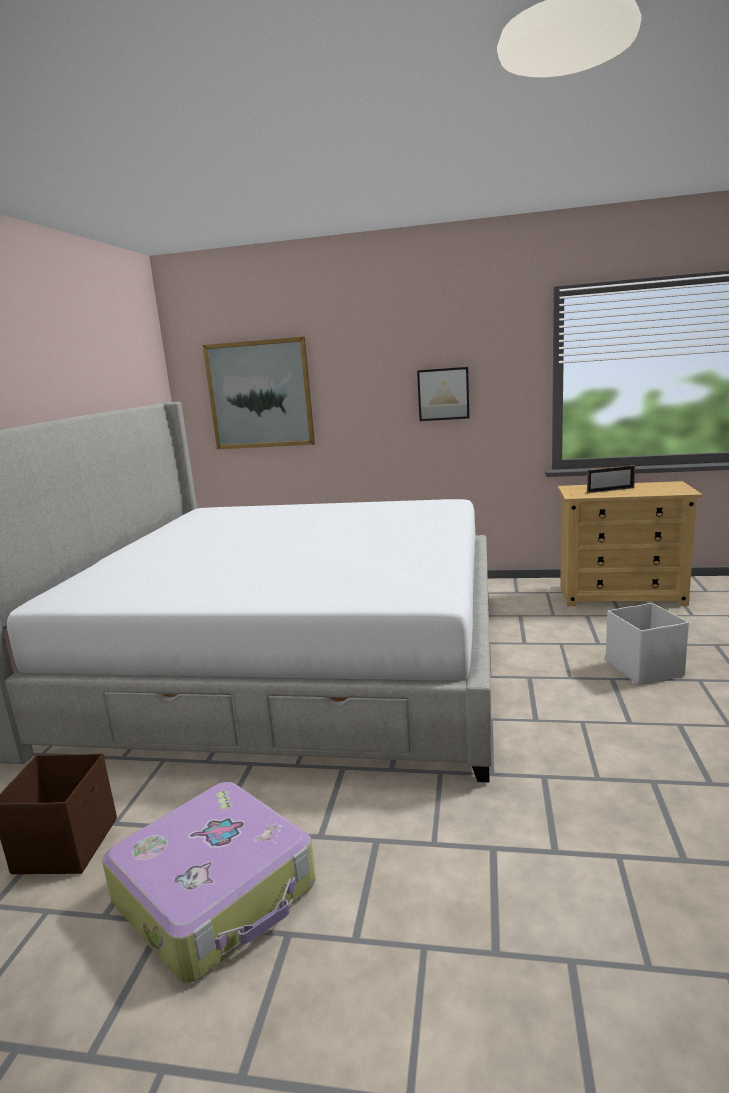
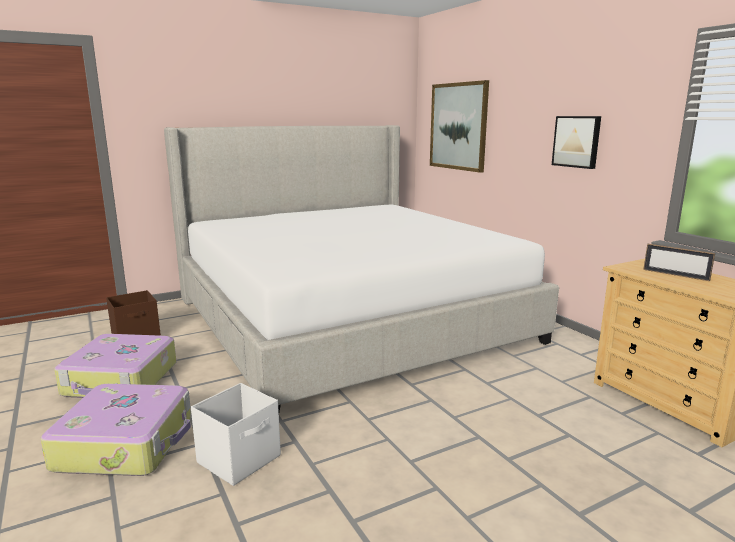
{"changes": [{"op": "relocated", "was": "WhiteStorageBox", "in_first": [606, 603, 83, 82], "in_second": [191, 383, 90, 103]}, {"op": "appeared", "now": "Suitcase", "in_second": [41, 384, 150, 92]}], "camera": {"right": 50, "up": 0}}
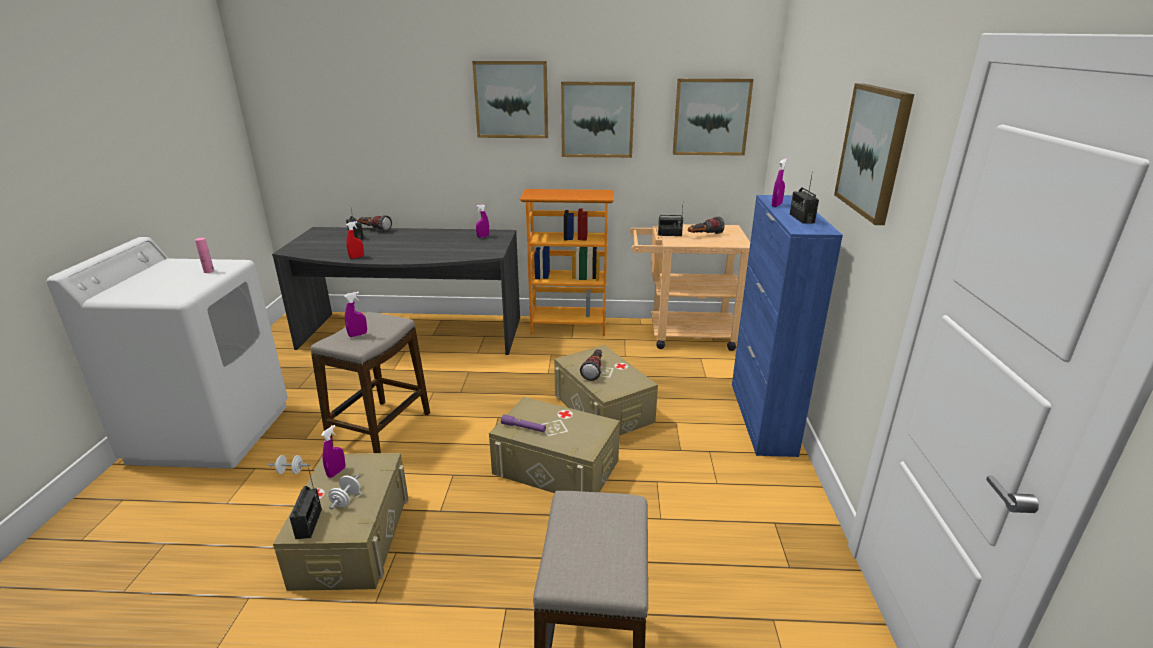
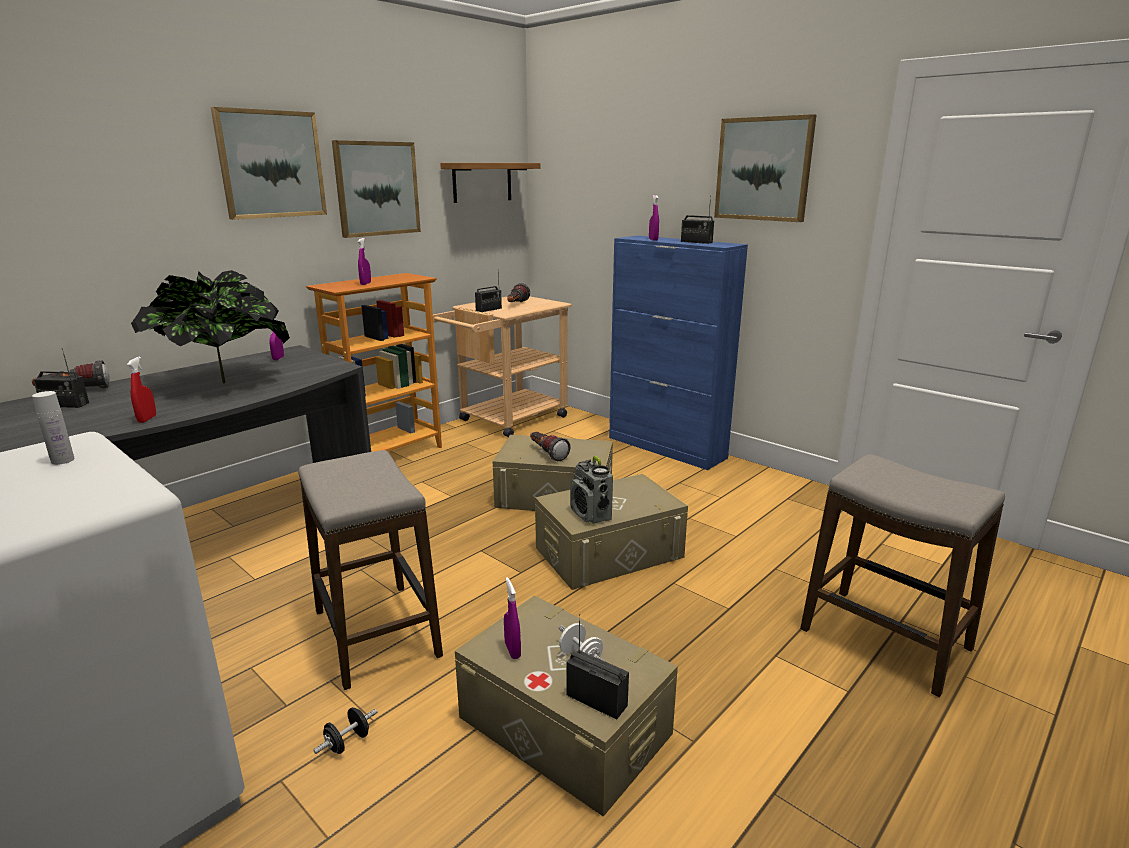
{"changes": [{"op": "colour", "was": "PinkBottle", "now": "WhiteBottle", "in_first": [195, 238, 19, 35], "in_second": [32, 391, 43, 74]}, {"op": "colour", "was": "WhiteDumbbell", "now": "BlackDumbbell", "in_first": [268, 455, 42, 19], "in_second": [313, 707, 64, 47]}, {"op": "relocated", "was": "PurpleSprayBottle", "in_first": [344, 292, 23, 45], "in_second": [358, 238, 13, 47]}, {"op": "exchanged", "was": "PurpleFlashlight", "now": "Radio", "in_first": [501, 414, 45, 18], "in_second": [570, 456, 43, 68]}, {"op": "exchanged", "was": "Picture", "now": "Shelf", "in_first": [673, 78, 81, 77], "in_second": [440, 163, 100, 40]}, {"op": "appeared", "now": "PottedPlant", "in_second": [131, 270, 159, 114]}], "camera": {"right": -50, "up": -5}}
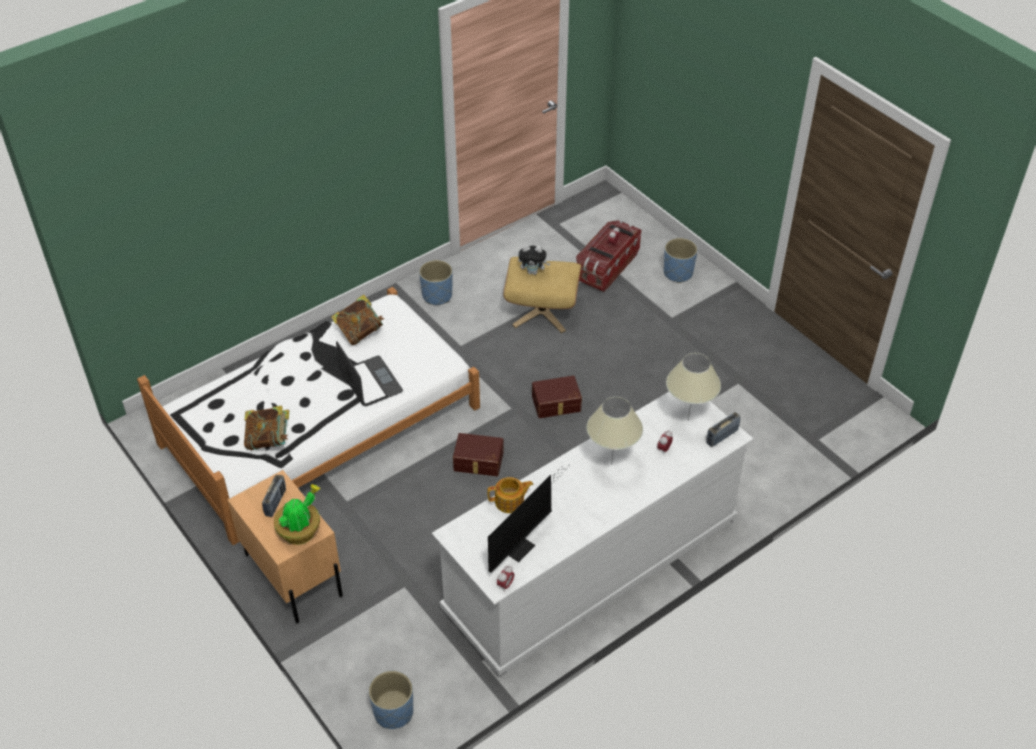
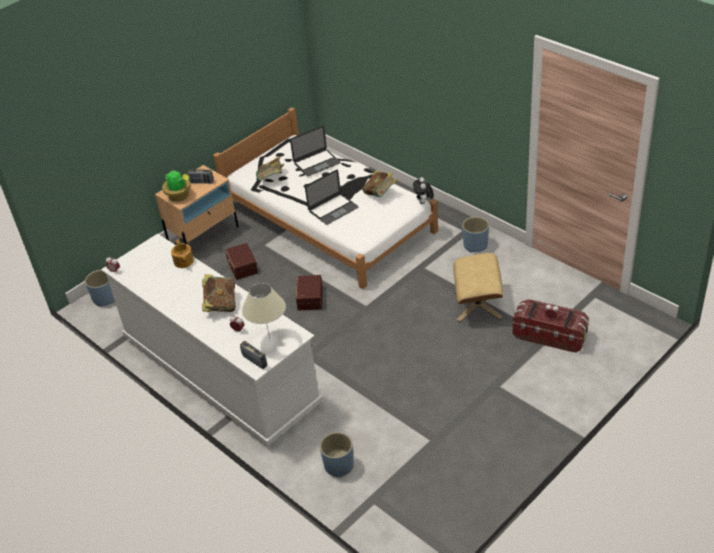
{"changes": [{"op": "missing", "was": "Monitor", "in_first": [488, 463, 83, 110]}, {"op": "relocated", "was": "PlushToy", "in_first": [518, 245, 32, 30], "in_second": [413, 177, 21, 27]}, {"op": "relocated", "was": "BrownStorageBox", "in_first": [532, 375, 50, 43], "in_second": [225, 243, 33, 37]}, {"op": "exchanged", "was": "BeigeTableLamp", "now": "Book", "in_first": [587, 397, 56, 63], "in_second": [202, 274, 34, 38]}, {"op": "relocated", "was": "BluePlanter", "in_first": [664, 238, 34, 45], "in_second": [320, 432, 34, 46]}, {"op": "appeared", "now": "Laptop", "in_second": [290, 126, 51, 50]}], "camera": {"right": 85, "up": -5}}
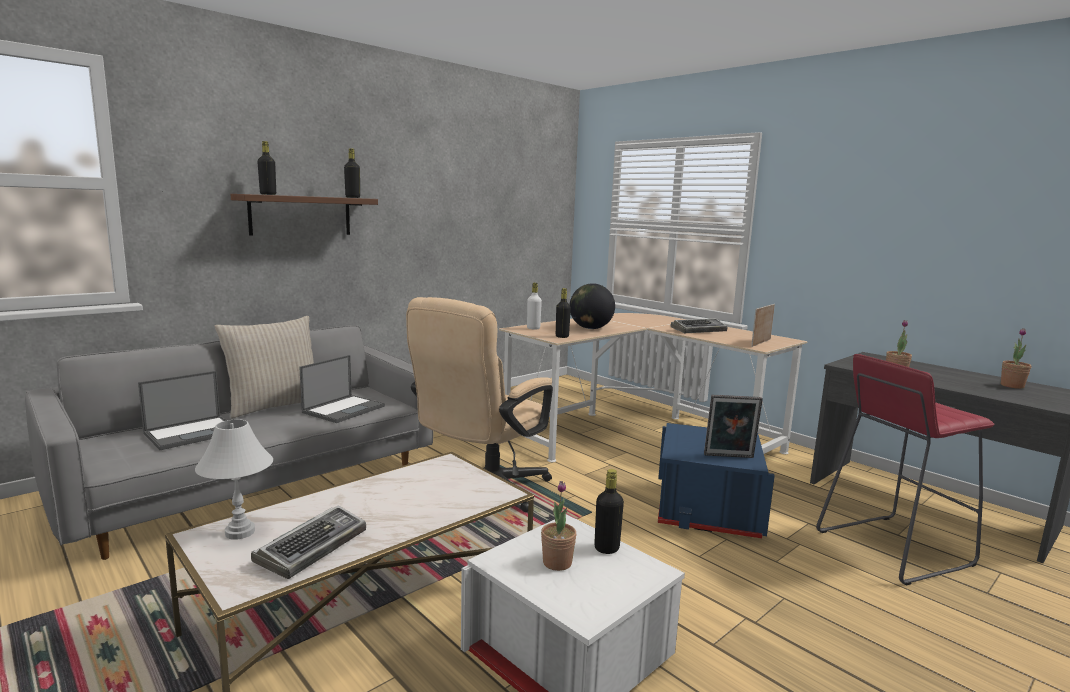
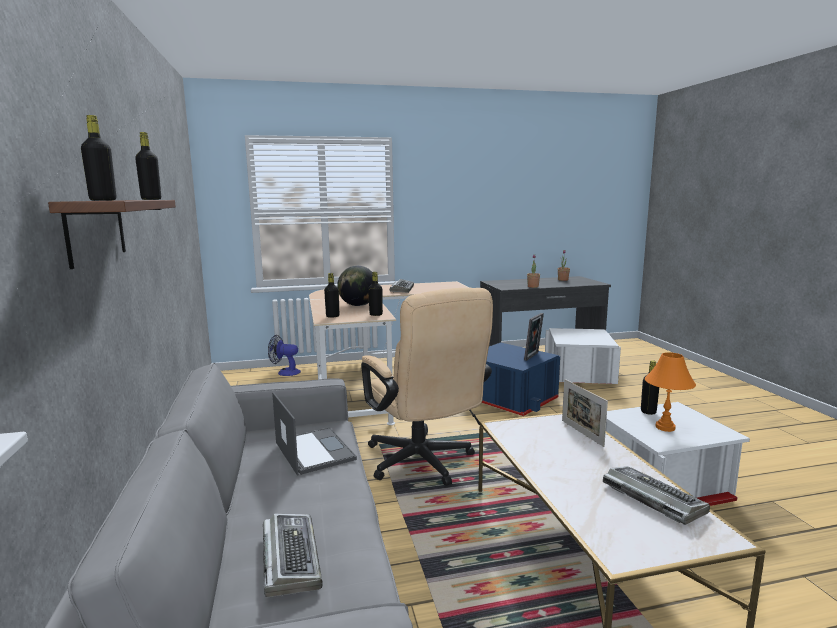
{"changes": [{"op": "exchanged", "was": "Laptop", "now": "Keyboard", "in_first": [138, 371, 89, 79], "in_second": [263, 514, 59, 83]}, {"op": "missing", "was": "WhiteTableLamp", "in_first": [195, 419, 78, 121]}, {"op": "missing", "was": "BeigePillow", "in_first": [214, 316, 100, 102]}, {"op": "colour", "was": "WhiteBottle", "now": "BlackBottle", "in_first": [527, 283, 15, 46], "in_second": [324, 273, 15, 45]}, {"op": "exchanged", "was": "PottedPlant", "now": "OrangeTableLamp", "in_first": [541, 481, 36, 90], "in_second": [645, 352, 51, 80]}, {"op": "relocated", "was": "PictureFrame", "in_first": [751, 304, 24, 43], "in_second": [562, 379, 46, 68]}, {"op": "exchanged", "was": "RedStool", "now": "WhiteStorageBox", "in_first": [816, 354, 178, 232], "in_second": [545, 328, 76, 56]}, {"op": "appeared", "now": "Fan", "in_second": [268, 335, 33, 41]}], "camera": {"right": -60, "up": 0}}
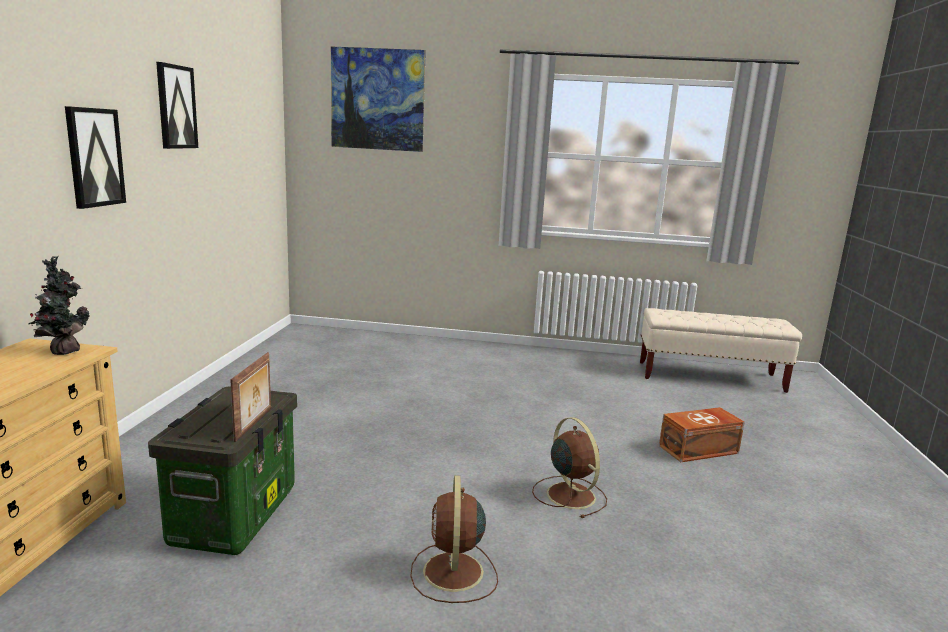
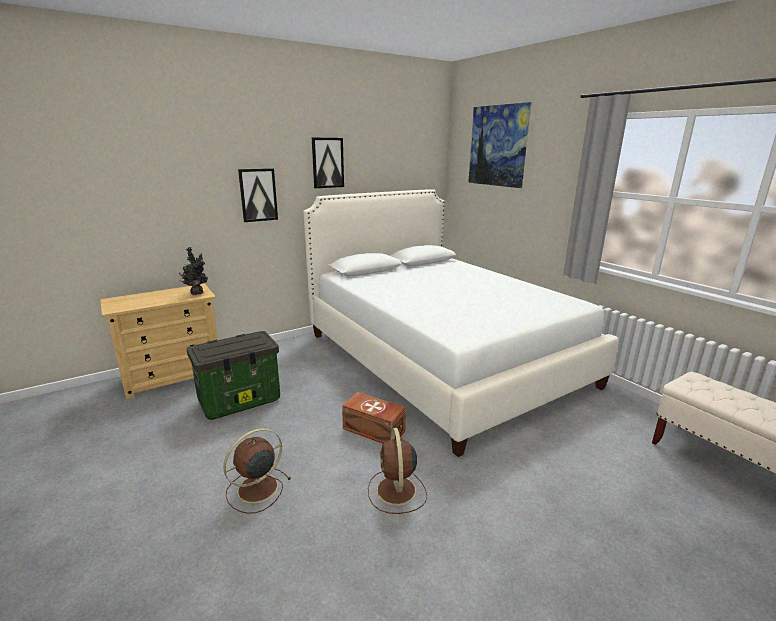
{"changes": [{"op": "missing", "was": "PictureFrame", "in_first": [230, 352, 41, 90]}, {"op": "spun", "was": "BrownFan", "in_first": [532, 417, 75, 101], "in_second": [368, 428, 59, 86], "clockwise": 150}, {"op": "relocated", "was": "BrownStorageBox", "in_first": [659, 407, 86, 55], "in_second": [342, 392, 64, 52]}, {"op": "appeared", "now": "WhiteBed", "in_second": [303, 189, 316, 268]}], "camera": {"right": 50, "up": 5}}
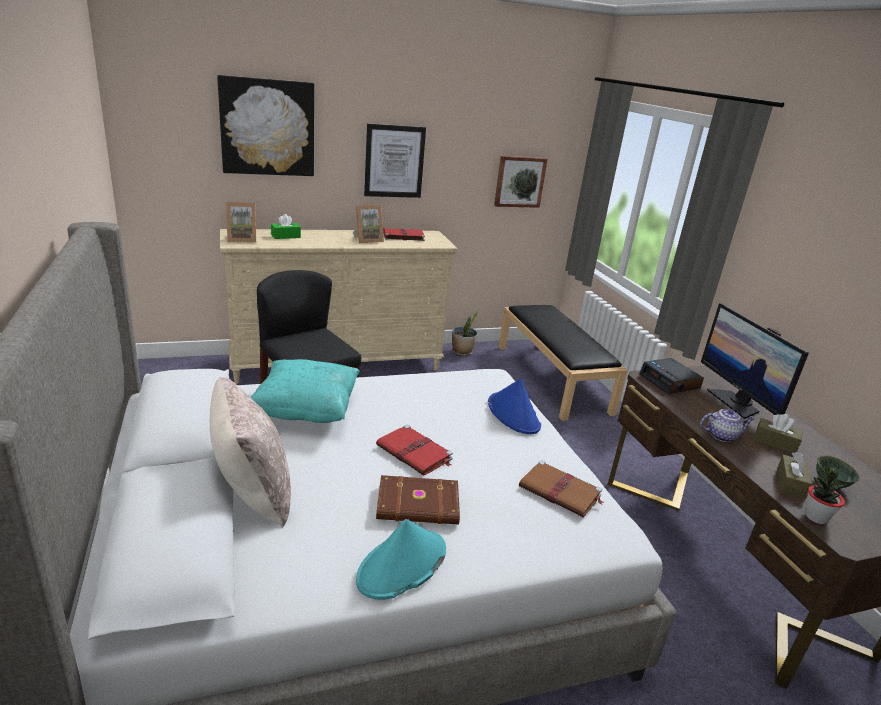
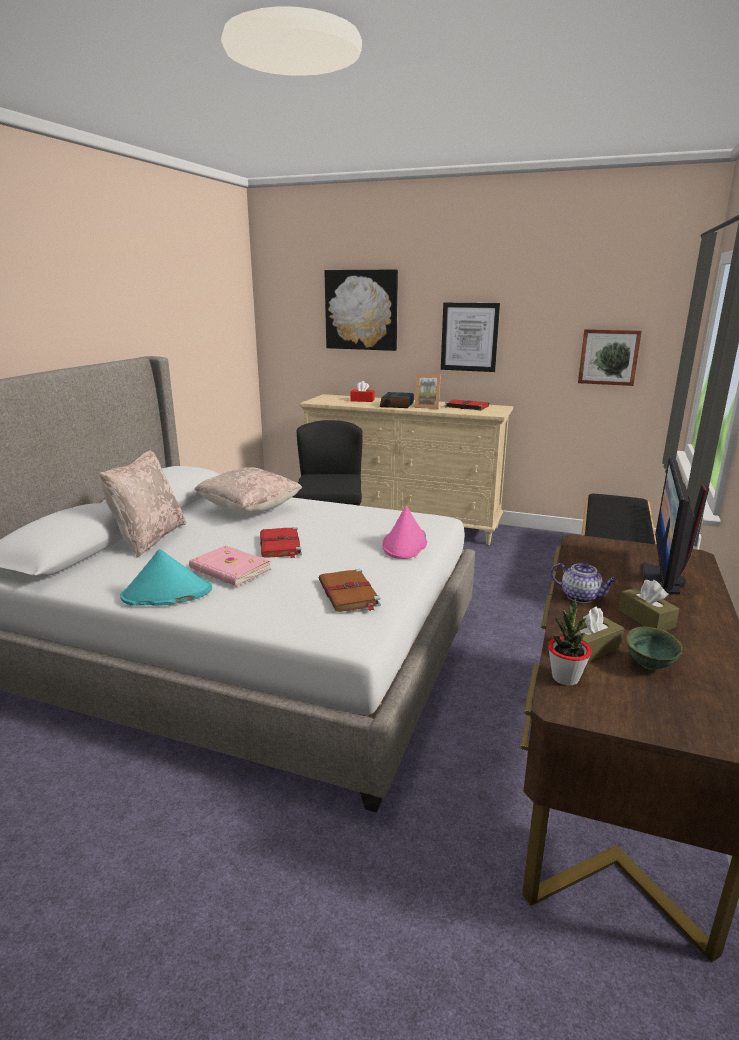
{"changes": [{"op": "missing", "was": "PictureFrame", "in_first": [226, 202, 30, 41]}, {"op": "colour", "was": "TurquoisePillow", "now": "BeigePillow", "in_first": [250, 359, 110, 64], "in_second": [194, 467, 108, 47]}, {"op": "colour", "was": "GreenTissueBox", "now": "RedTissueBox", "in_first": [271, 214, 30, 25], "in_second": [350, 381, 25, 21]}, {"op": "colour", "was": "BrownBook", "now": "PinkBook", "in_first": [376, 475, 84, 50], "in_second": [189, 545, 83, 41]}, {"op": "missing", "was": "PottedPlant", "in_first": [452, 310, 27, 46]}, {"op": "colour", "was": "BlueHat", "now": "PinkHat", "in_first": [488, 378, 53, 56], "in_second": [383, 506, 44, 53]}, {"op": "relocated", "was": "AlarmClock", "in_first": [639, 358, 65, 36], "in_second": [380, 392, 34, 16]}], "camera": {"right": 40, "up": -5}}
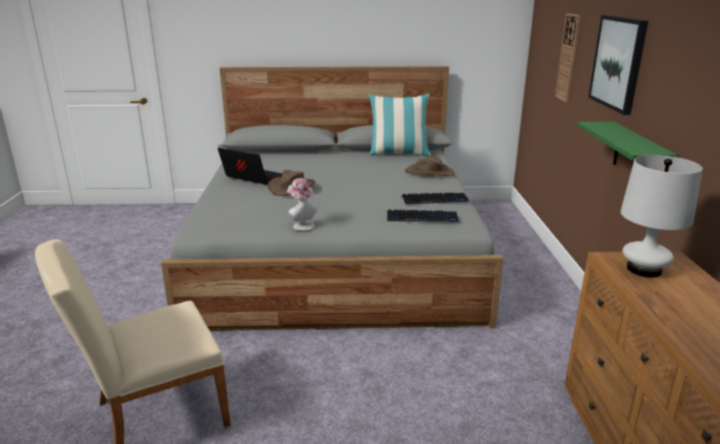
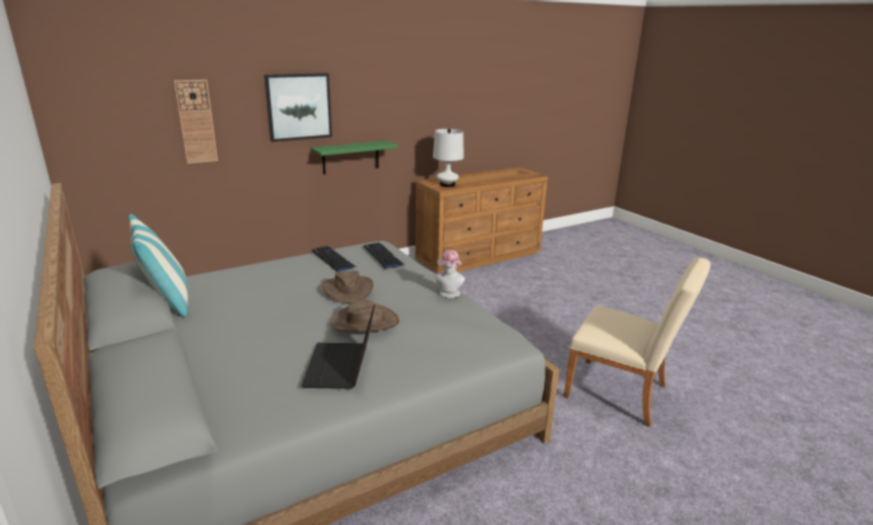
{"changes": [{"op": "relocated", "was": "BrownHat", "in_first": [405, 156, 49, 20], "in_second": [322, 271, 51, 32]}], "camera": {"right": -120, "up": 0}}
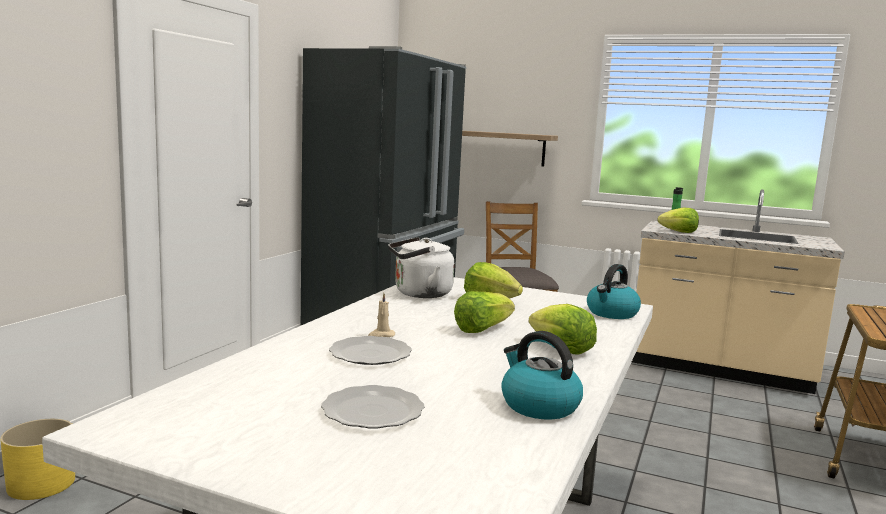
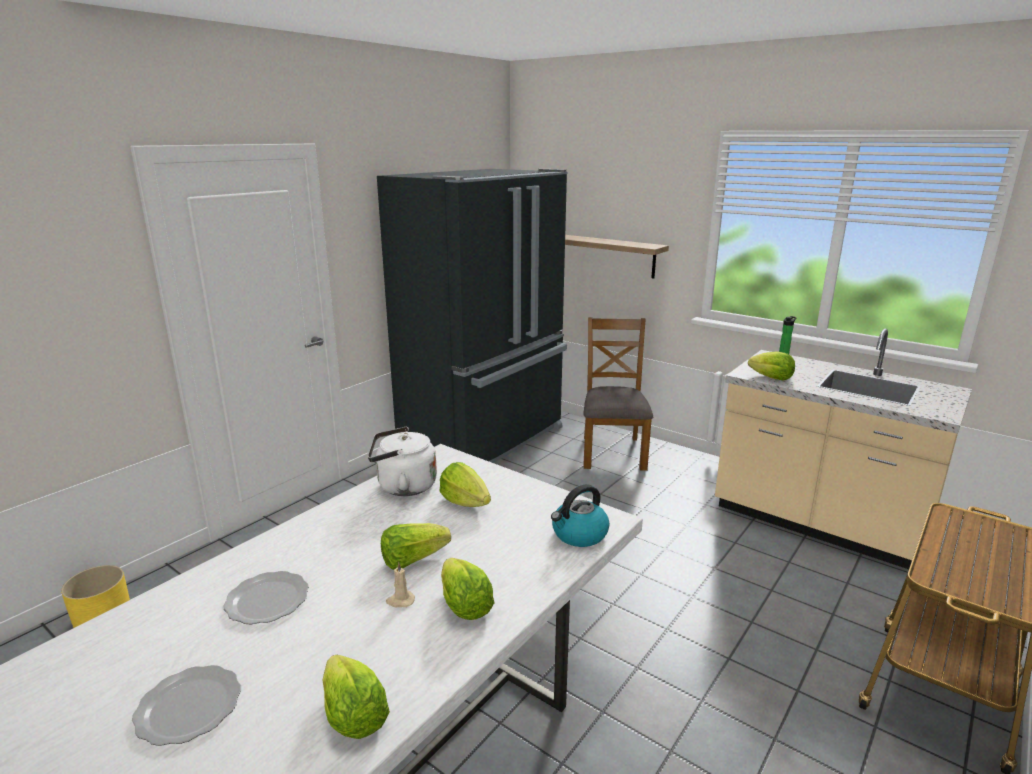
{"changes": [{"op": "relocated", "was": "BeigeCandle", "in_first": [368, 293, 27, 44], "in_second": [386, 562, 29, 45]}, {"op": "exchanged", "was": "Kettle", "now": "Lettuce", "in_first": [501, 331, 82, 88], "in_second": [322, 655, 68, 84]}], "camera": {"right": 15, "up": 10}}
